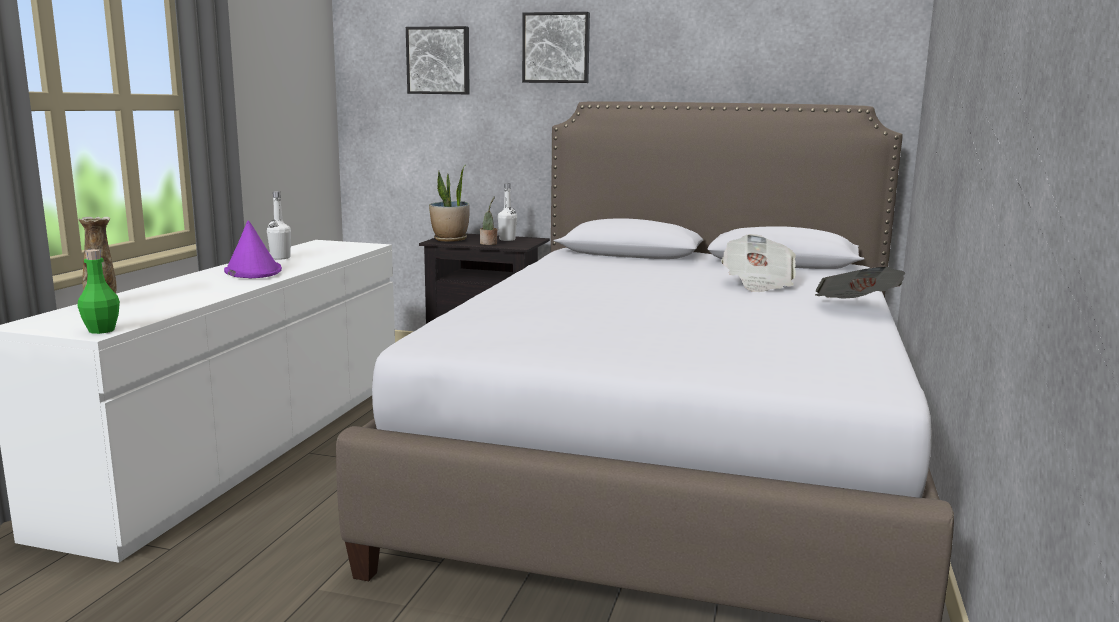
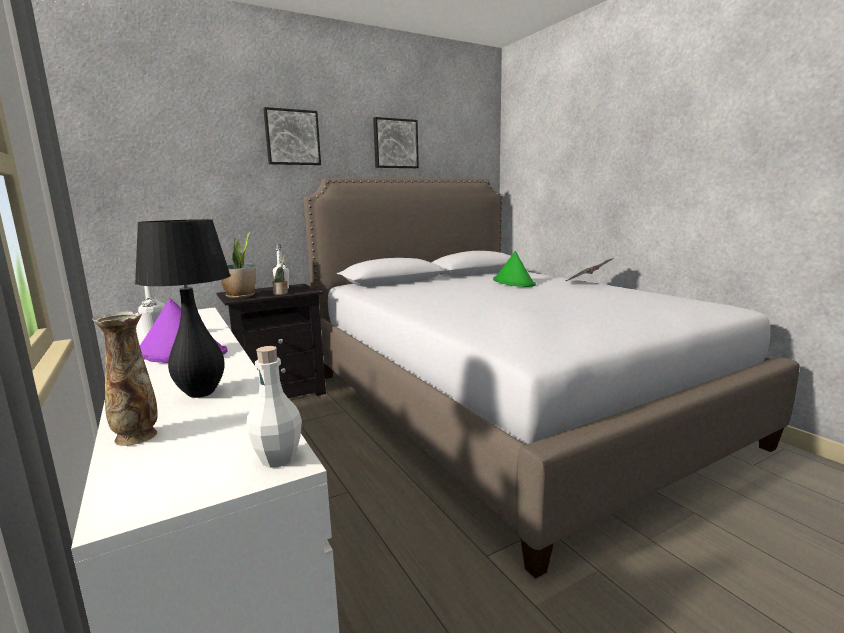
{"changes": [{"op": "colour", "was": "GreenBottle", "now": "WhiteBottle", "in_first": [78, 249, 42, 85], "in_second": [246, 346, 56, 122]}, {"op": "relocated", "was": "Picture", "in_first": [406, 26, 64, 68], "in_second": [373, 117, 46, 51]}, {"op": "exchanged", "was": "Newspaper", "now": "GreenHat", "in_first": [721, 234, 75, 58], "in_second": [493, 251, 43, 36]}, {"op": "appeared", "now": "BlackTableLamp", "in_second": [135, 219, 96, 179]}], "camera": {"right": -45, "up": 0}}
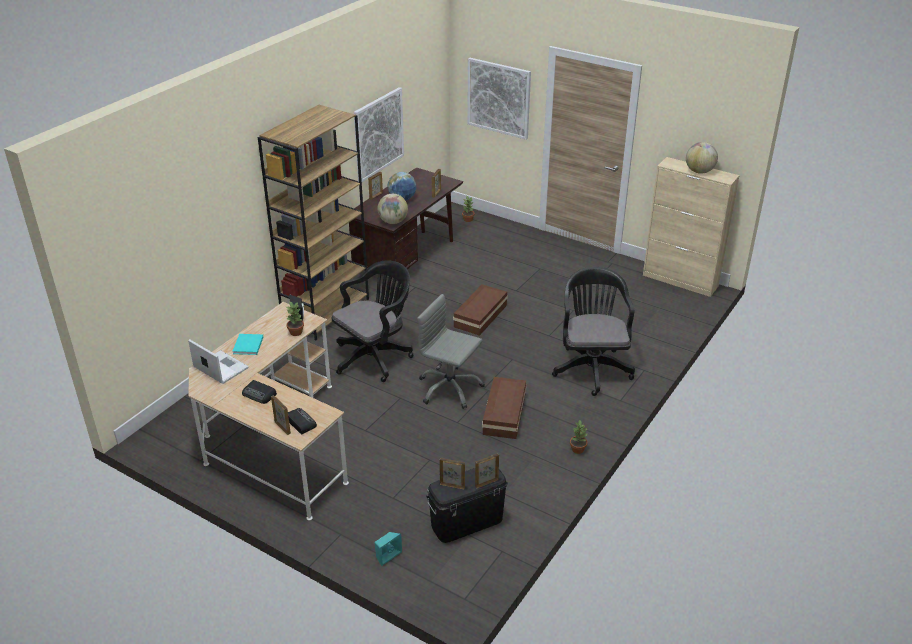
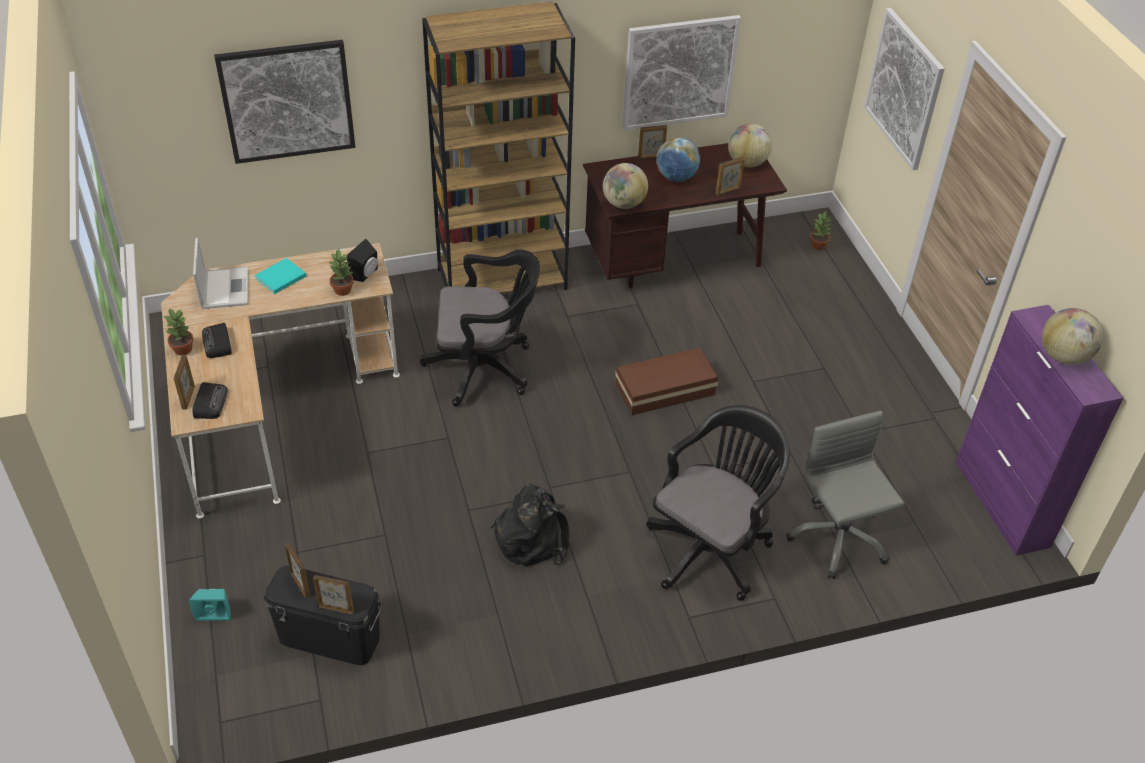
{"changes": [{"op": "relocated", "was": "GreyOfficeChair", "in_first": [417, 294, 68, 115], "in_second": [786, 411, 119, 168]}, {"op": "exchanged", "was": "BrownStorageBox", "now": "BlackBackpack", "in_first": [482, 377, 45, 62], "in_second": [490, 483, 79, 83]}, {"op": "relocated", "was": "PottedPlant", "in_first": [570, 420, 18, 34], "in_second": [163, 308, 31, 47]}, {"op": "colour", "was": "BeigeCabinet", "now": "PurpleCabinet", "in_first": [643, 157, 97, 140], "in_second": [956, 305, 167, 251]}, {"op": "appeared", "now": "Picture", "in_second": [214, 40, 142, 124]}, {"op": "appeared", "now": "Globe", "in_second": [728, 123, 44, 45]}], "camera": {"right": 40, "up": 10}}
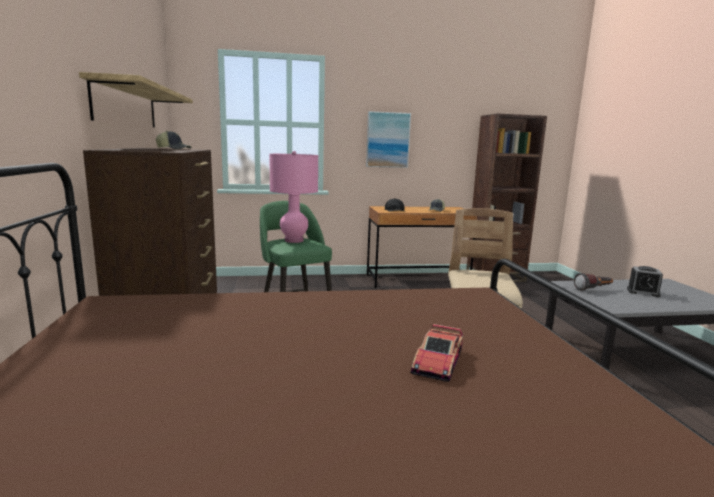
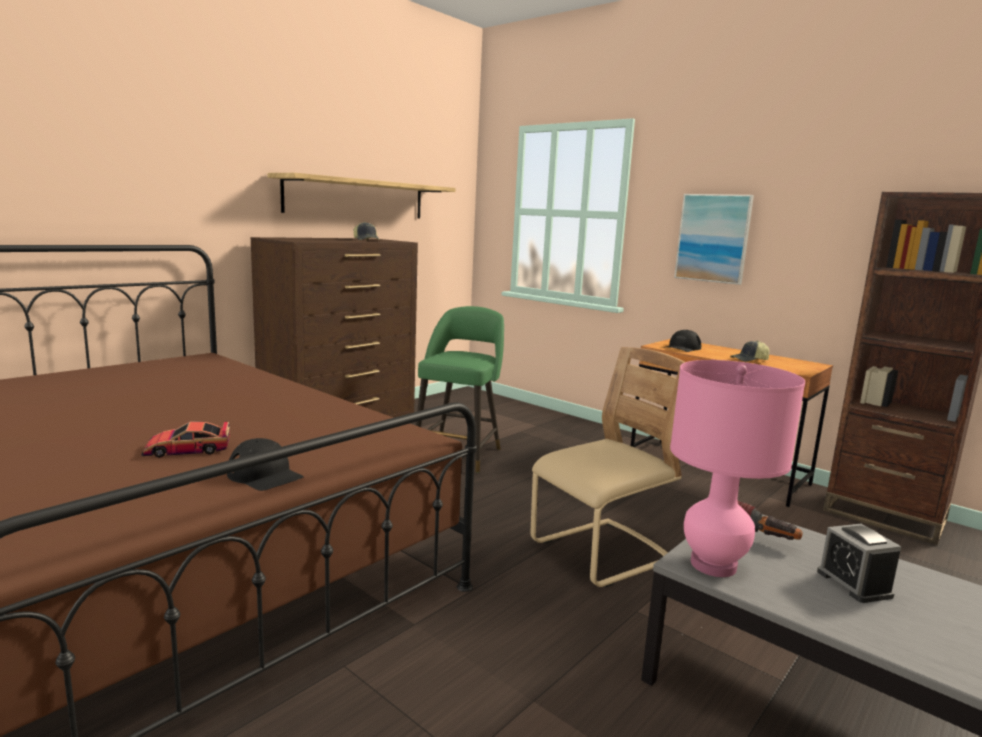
{"changes": [{"op": "relocated", "was": "PinkTableLamp", "in_first": [269, 151, 49, 92], "in_second": [670, 360, 135, 217]}, {"op": "appeared", "now": "BlackCap", "in_second": [227, 438, 77, 53]}], "camera": {"right": 50, "up": 0}}
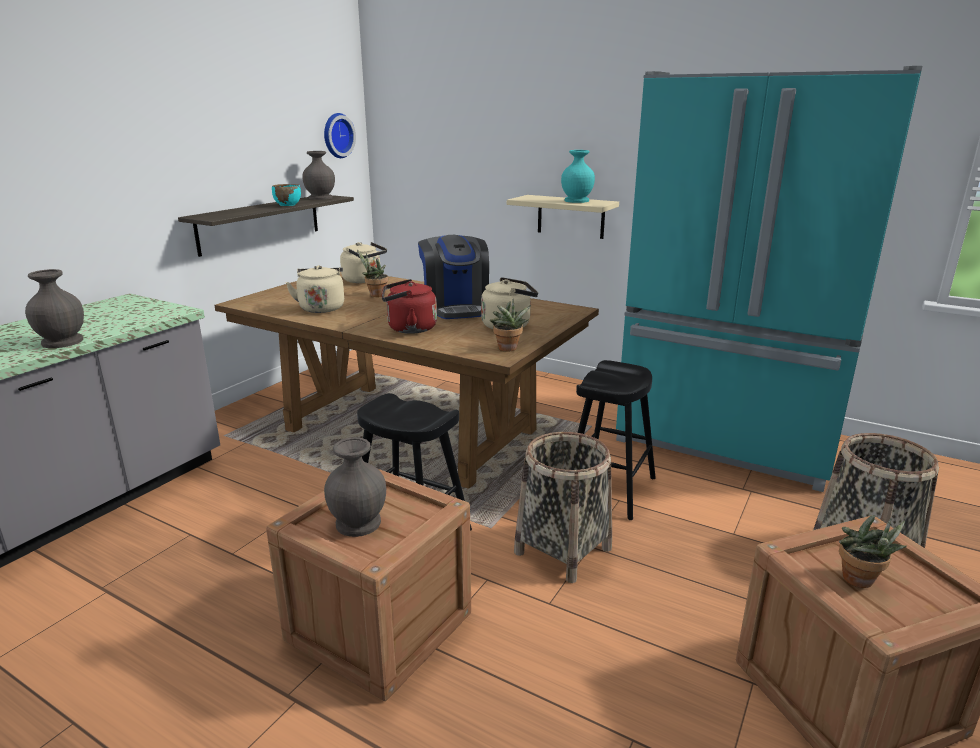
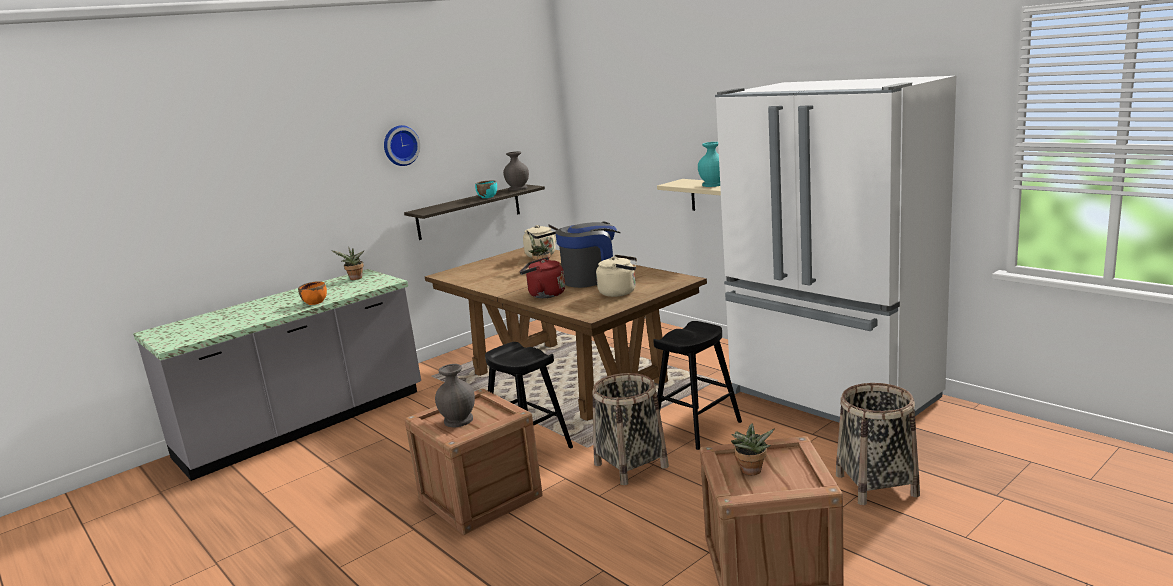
{"changes": [{"op": "exchanged", "was": "GreyVase", "now": "OrangeBowl", "in_first": [25, 269, 59, 79], "in_second": [298, 281, 29, 24]}, {"op": "missing", "was": "BeigeKettle", "in_first": [286, 265, 58, 48]}, {"op": "relocated", "was": "WallClock", "in_first": [324, 113, 32, 45], "in_second": [384, 125, 36, 41]}, {"op": "spun", "was": "CoffeeMachine", "in_first": [418, 235, 71, 84], "in_second": [555, 221, 66, 67], "clockwise": -120}, {"op": "relocated", "was": "PottedPlant", "in_first": [490, 299, 41, 53], "in_second": [332, 246, 33, 34]}, {"op": "colour", "was": "TurquoiseFridge", "now": "WhiteFridge", "in_first": [616, 66, 306, 426], "in_second": [715, 76, 241, 347]}], "camera": {"right": 20, "up": -5}}
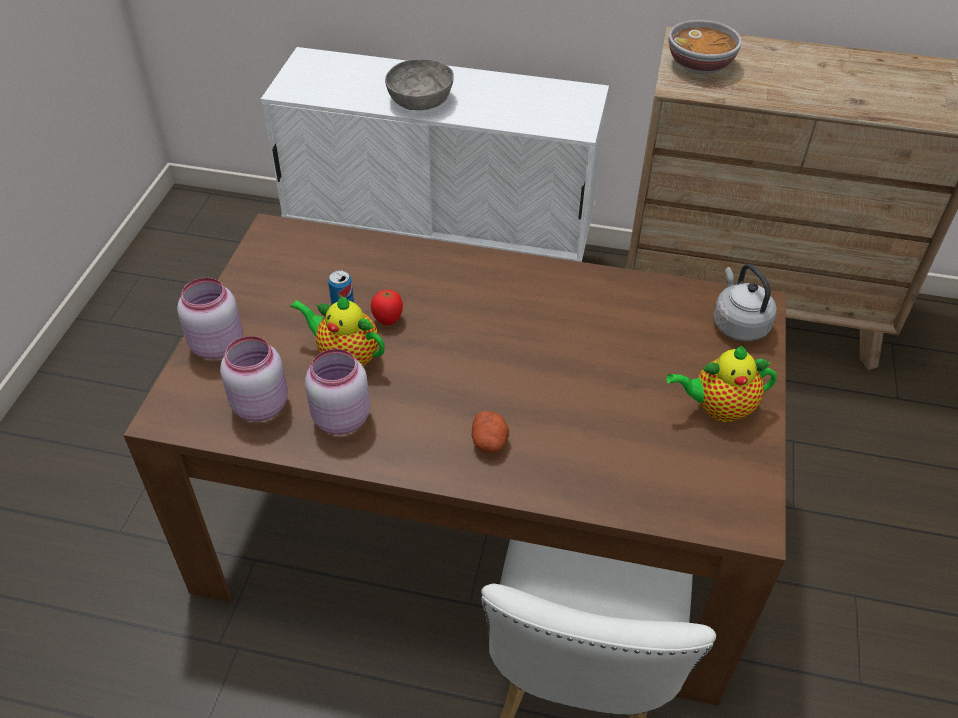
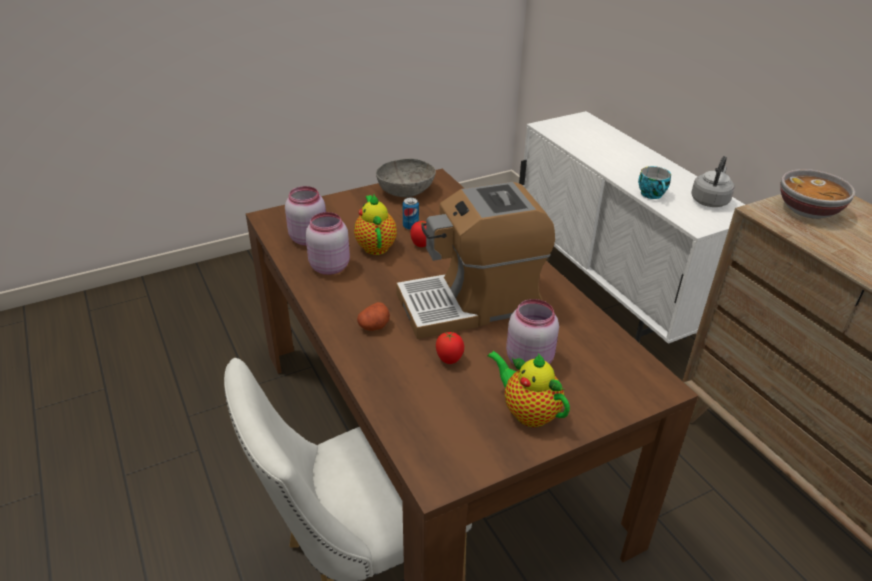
{"changes": [{"op": "relocated", "was": "PinkJar", "in_first": [177, 277, 66, 82], "in_second": [506, 299, 53, 66]}, {"op": "relocated", "was": "GreyBowl", "in_first": [385, 59, 69, 51], "in_second": [376, 158, 60, 39]}, {"op": "relocated", "was": "GreyKettle", "in_first": [713, 264, 64, 77], "in_second": [691, 156, 43, 51]}, {"op": "appeared", "now": "CoffeeMachine", "in_second": [396, 182, 159, 157]}, {"op": "appeared", "now": "Tomato", "in_second": [436, 332, 28, 32]}, {"op": "appeared", "now": "Cup", "in_second": [638, 166, 33, 33]}], "camera": {"right": 50, "up": -10}}
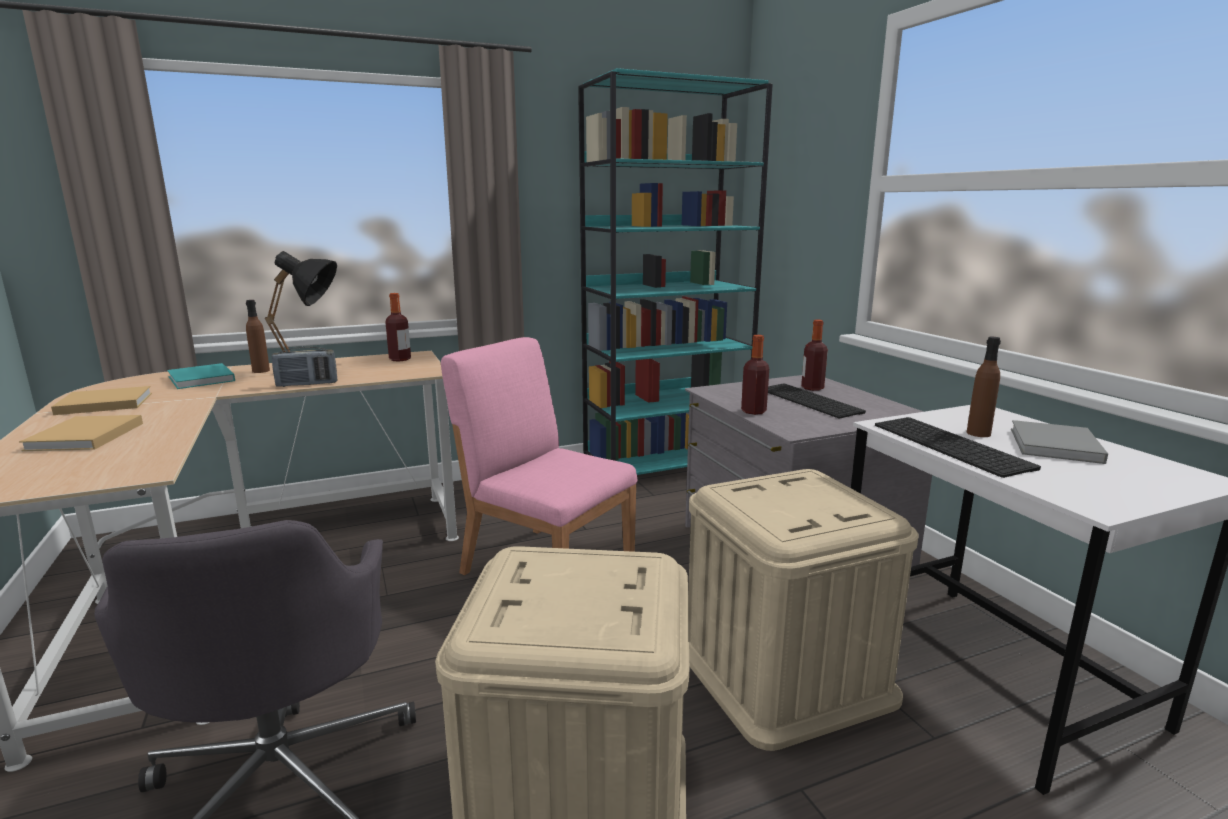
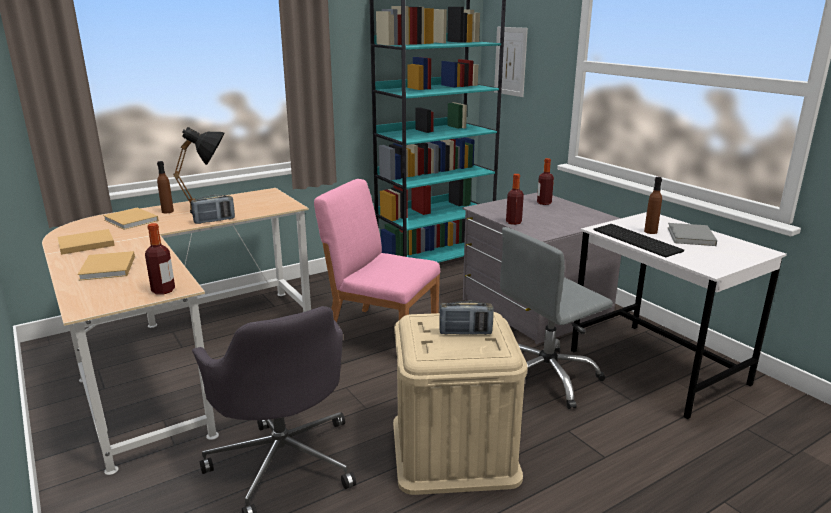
{"changes": [{"op": "colour", "was": "TurquoiseBook", "now": "BeigeBook", "in_first": [167, 363, 68, 26], "in_second": [103, 208, 56, 22]}, {"op": "relocated", "was": "Bottle", "in_first": [385, 293, 26, 68], "in_second": [145, 223, 30, 71]}, {"op": "exchanged", "was": "BeigeStorageBox", "now": "GreyOfficeChair", "in_first": [688, 469, 230, 282], "in_second": [500, 227, 113, 182]}, {"op": "missing", "was": "Keyboard", "in_first": [768, 383, 98, 35]}, {"op": "appeared", "now": "Radio", "in_second": [439, 301, 55, 34]}, {"op": "appeared", "now": "Picture", "in_second": [494, 27, 34, 70]}], "camera": {"right": -10, "up": 5}}
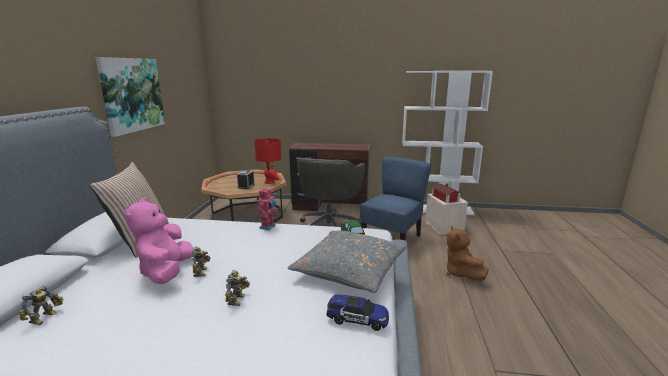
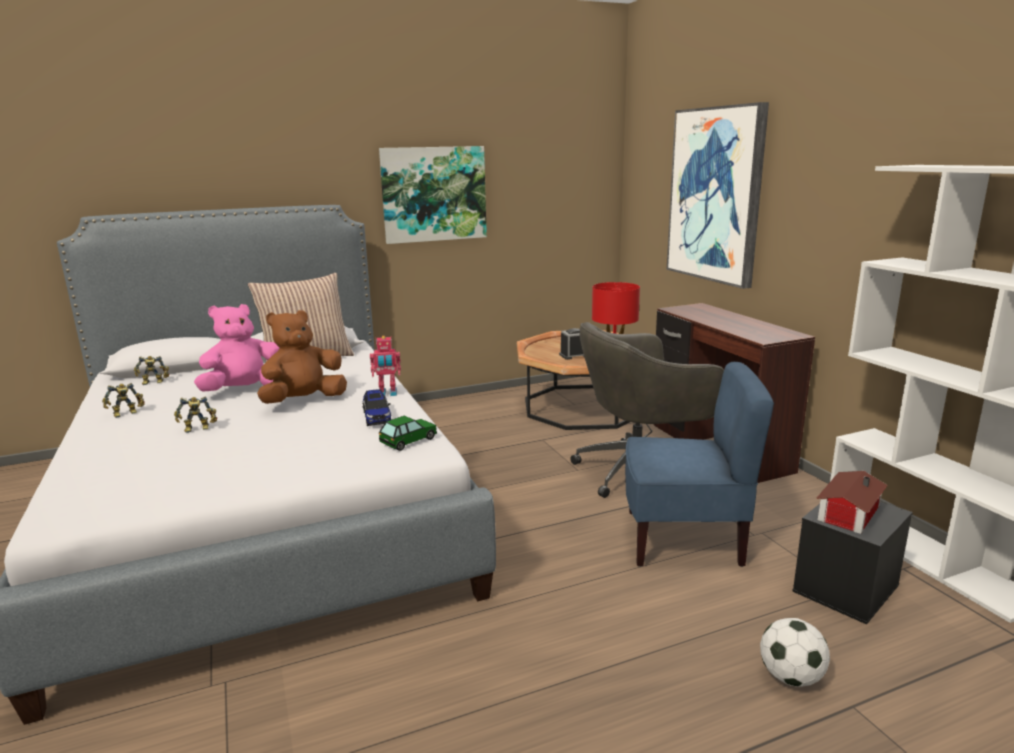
{"changes": [{"op": "relocated", "was": "ToyRobot", "in_first": [192, 246, 19, 31], "in_second": [102, 383, 43, 35]}, {"op": "missing", "was": "GreyPillow", "in_first": [288, 231, 119, 62]}, {"op": "relocated", "was": "ToyCar", "in_first": [326, 294, 63, 37], "in_second": [362, 389, 29, 37]}, {"op": "colour", "was": "BeigeStorageBox", "now": "BlackStorageBox", "in_first": [425, 194, 43, 41], "in_second": [792, 502, 121, 123]}, {"op": "relocated", "was": "BrownPlushToy", "in_first": [447, 226, 42, 55], "in_second": [257, 310, 90, 94]}, {"op": "appeared", "now": "Picture", "in_second": [667, 102, 102, 187]}, {"op": "appeared", "now": "Football", "in_second": [760, 618, 70, 69]}], "camera": {"right": 60, "up": 0}}
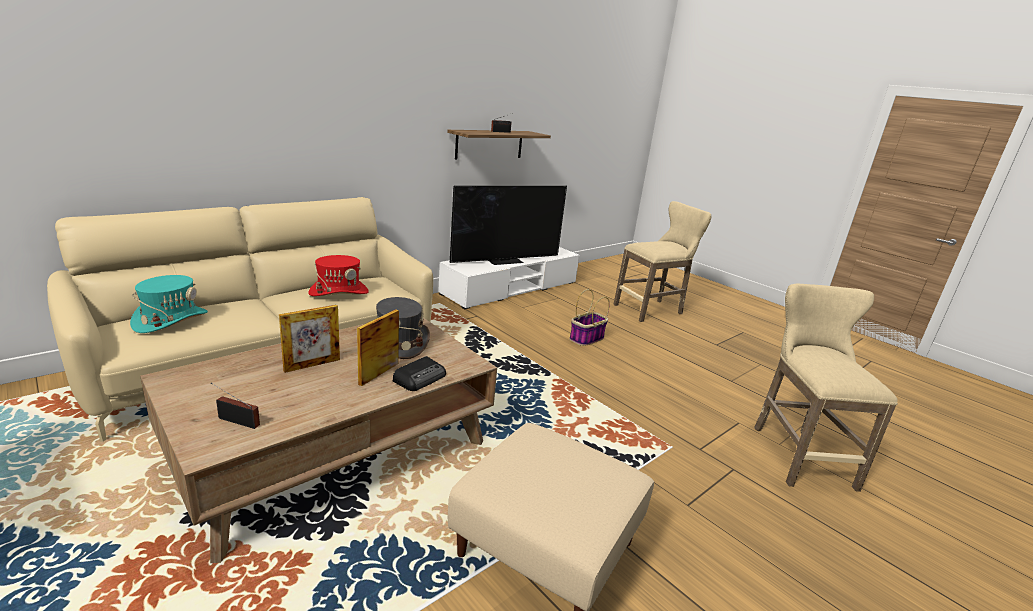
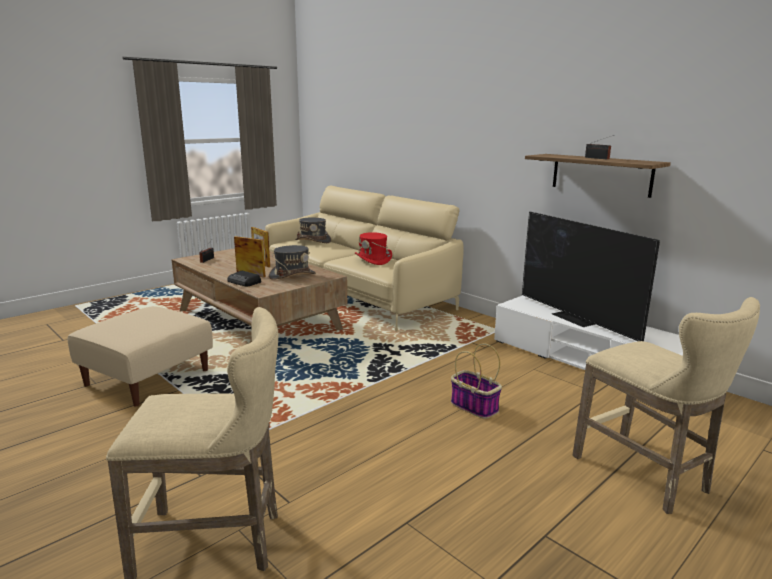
{"changes": [{"op": "colour", "was": "TurquoiseHat", "now": "GreyHat", "in_first": [130, 275, 78, 58], "in_second": [295, 218, 36, 25]}], "camera": {"right": 90, "up": -5}}
